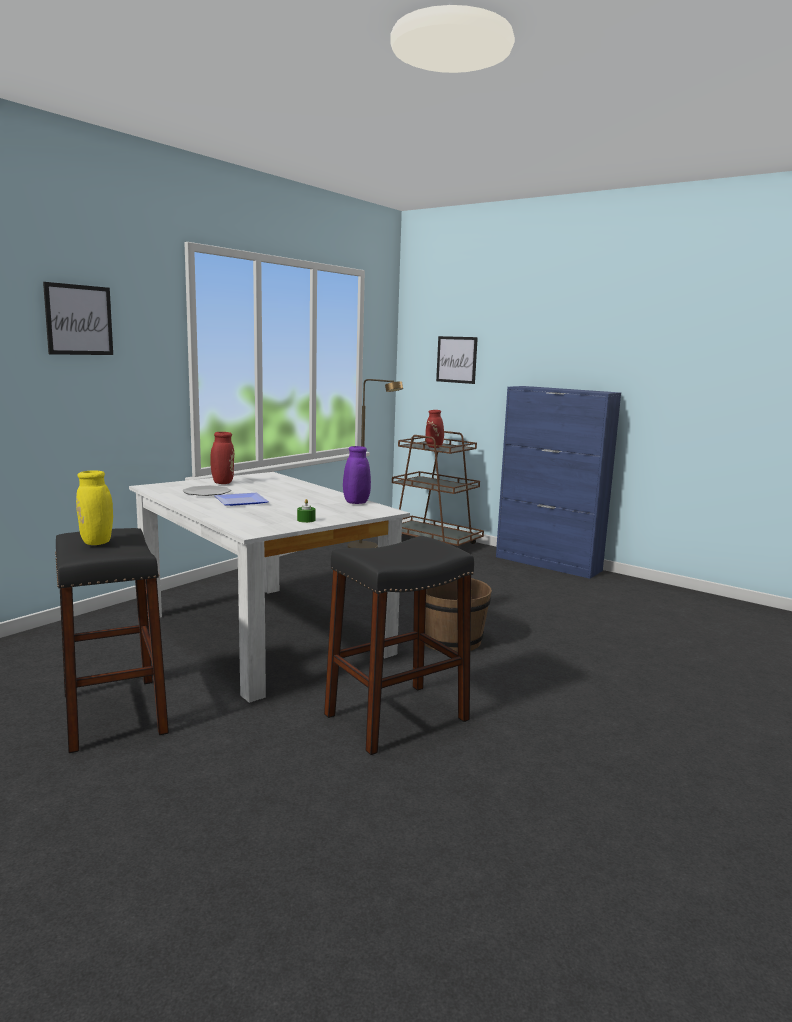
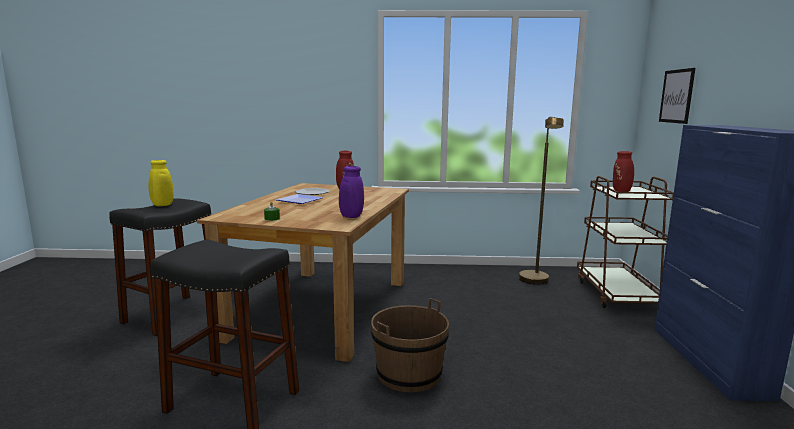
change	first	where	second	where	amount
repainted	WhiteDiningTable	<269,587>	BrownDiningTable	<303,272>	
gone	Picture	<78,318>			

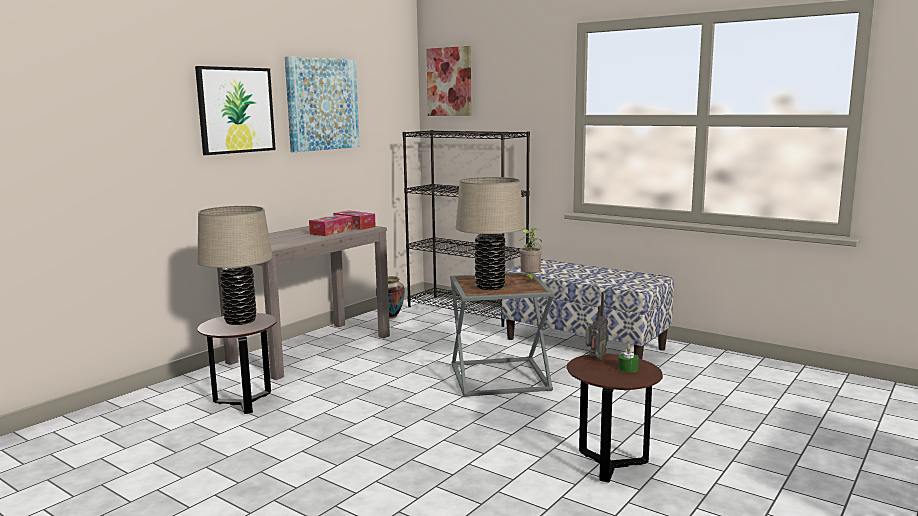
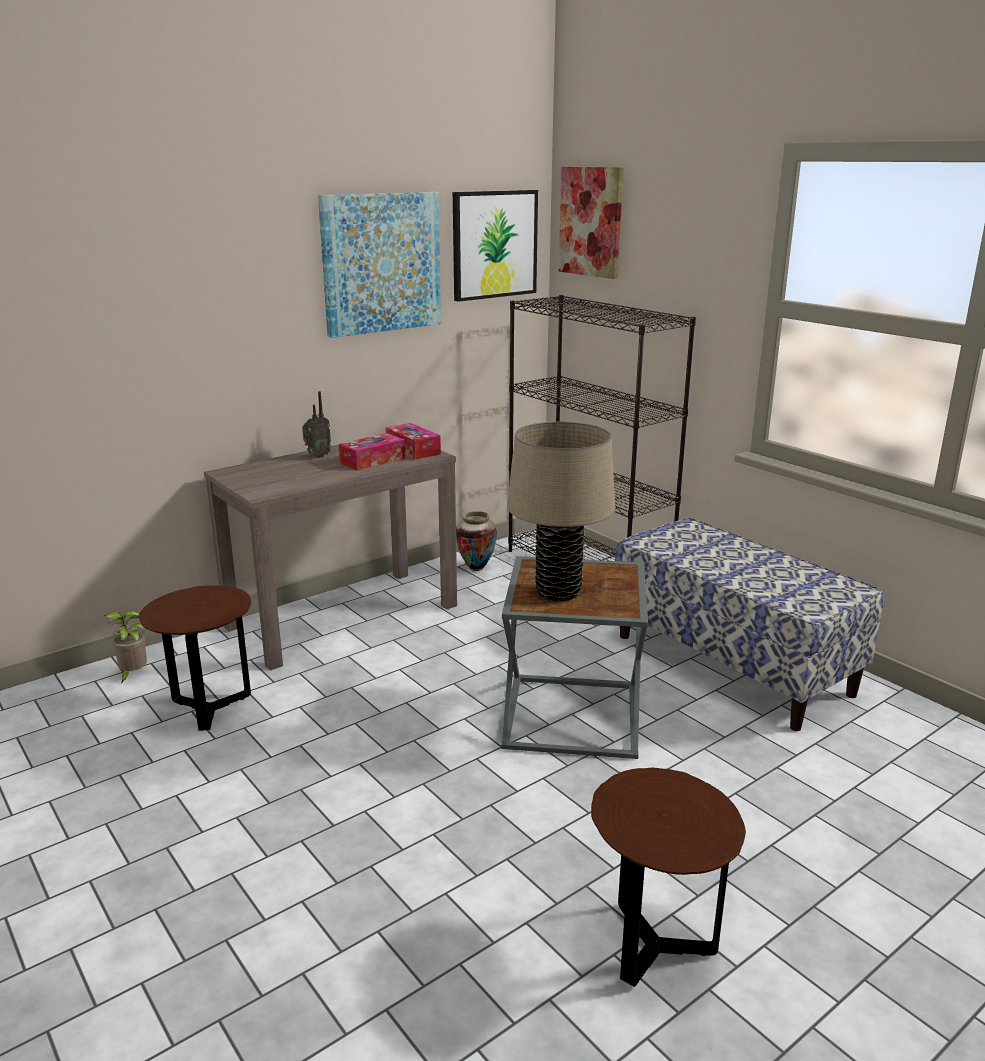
change	first	where	second	where	amount
shifted	PottedPlant	<530,254>		<125,647>	
shifted	Radio	<597,326>		<316,424>	
shifted	Picture	<235,110>		<495,246>	
gone	BeigeTableLamp	<235,265>			
gone	GreenCandle	<628,359>			

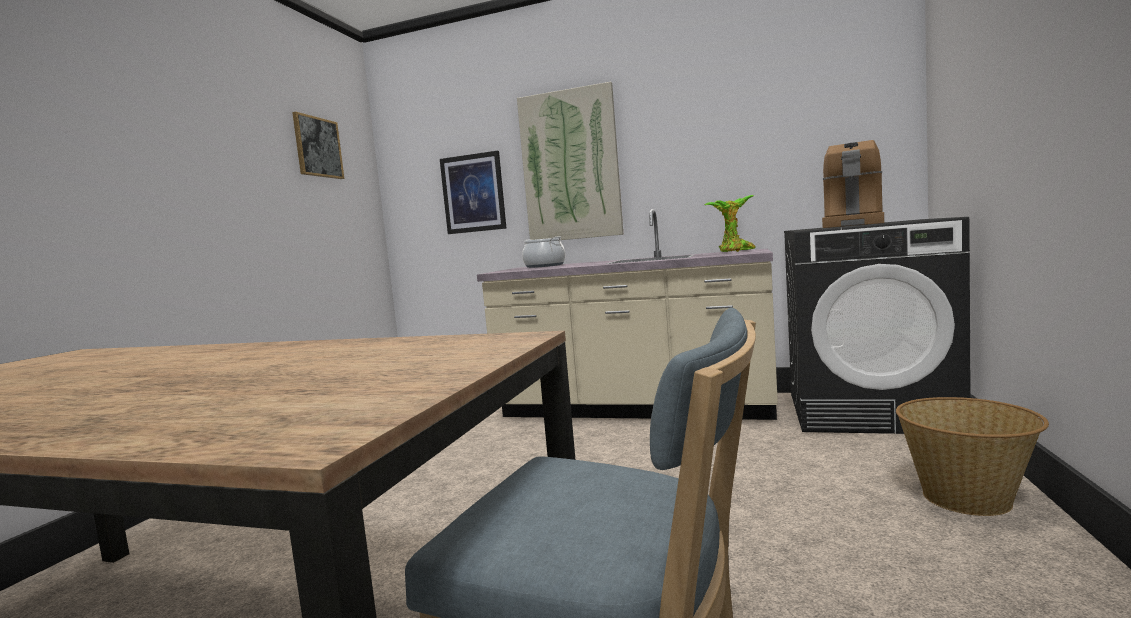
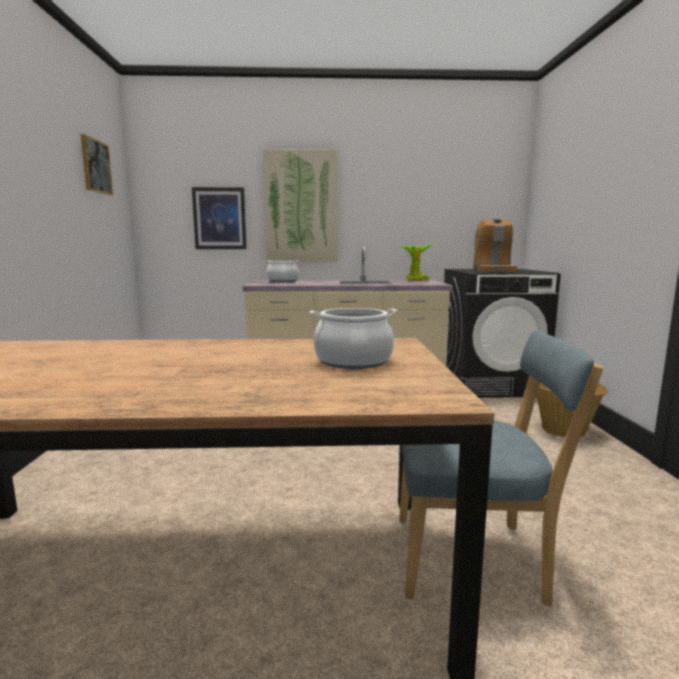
change	first	where	second	where	amount
new			CookingPot	<353,338>	

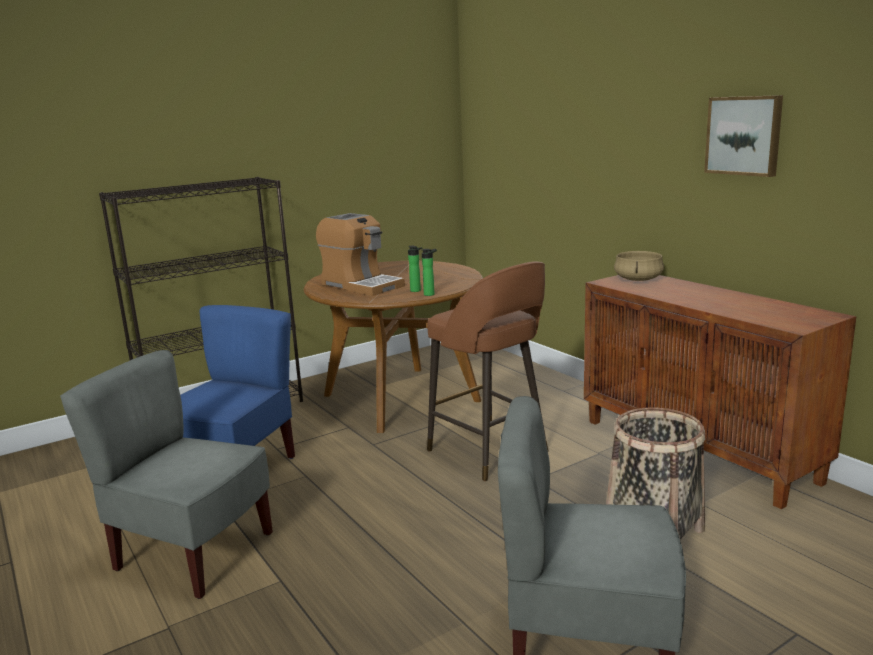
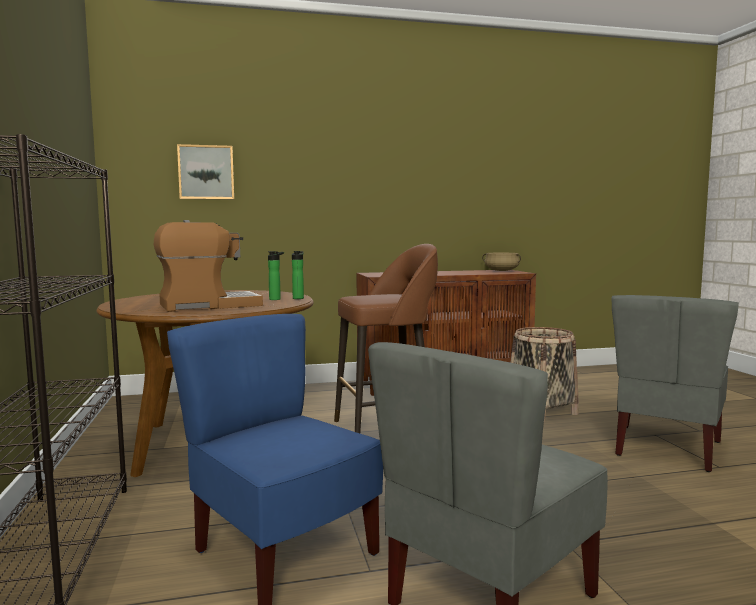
change	first	where	second	where	amount
shifted	Picture	<743,136>		<205,171>	
shifted	BeigeCookingPot	<639,266>		<501,262>	

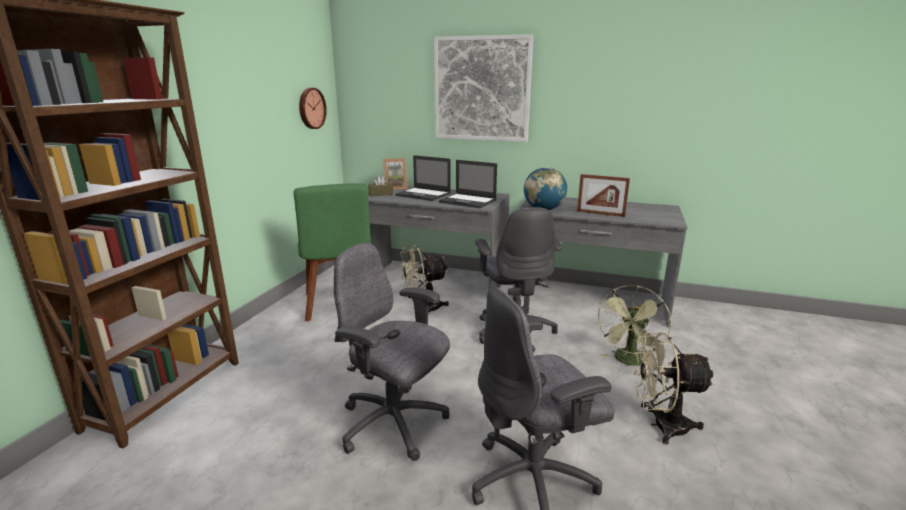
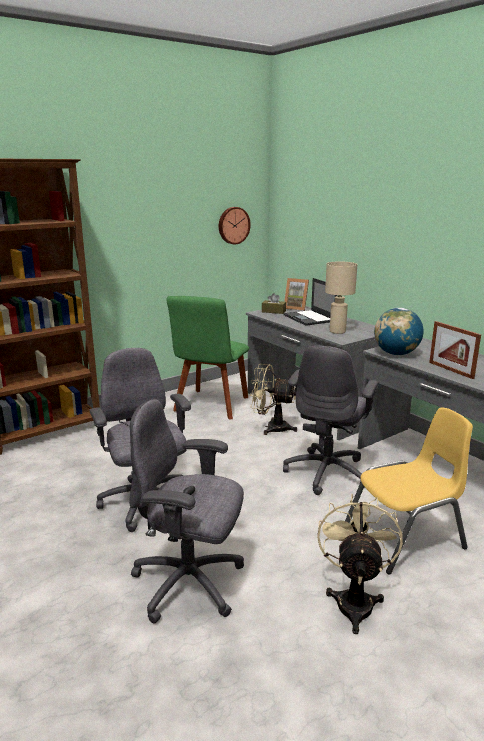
change	first	where	second	where	amount
rotated	BeigeFan	<674,388>		<360,564>	60 degrees clockwise
swapped	Laptop	<468,184>	BeigeTableLamp	<341,297>	
swapped	GreenFan	<633,325>	YellowChair	<409,491>	
gone	Picture	<483,88>			

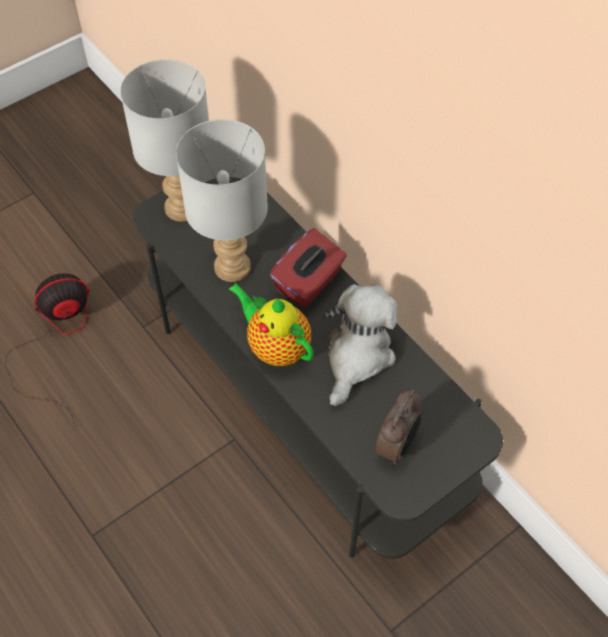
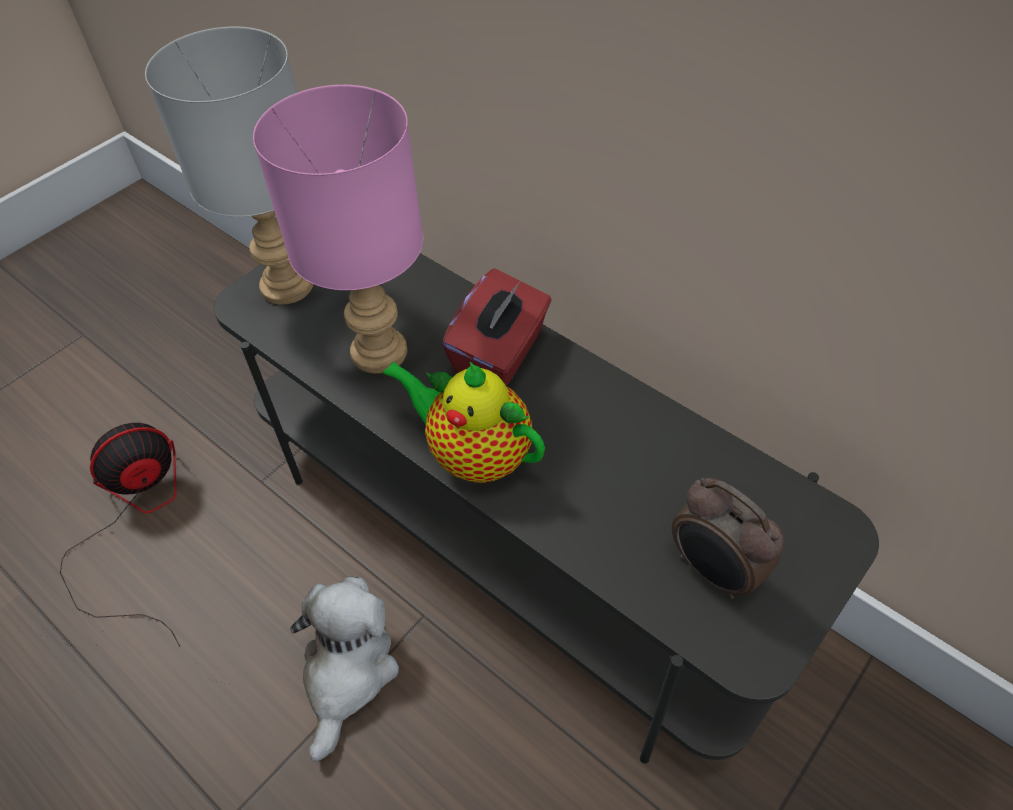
change	first	where	second	where	amount
repainted	GreyTableLamp	<222,200>	PinkTableLamp	<338,229>	
shifted	PlushToy	<361,345>		<344,669>	
rotated	AlarmClock	<398,427>		<728,538>	120 degrees clockwise

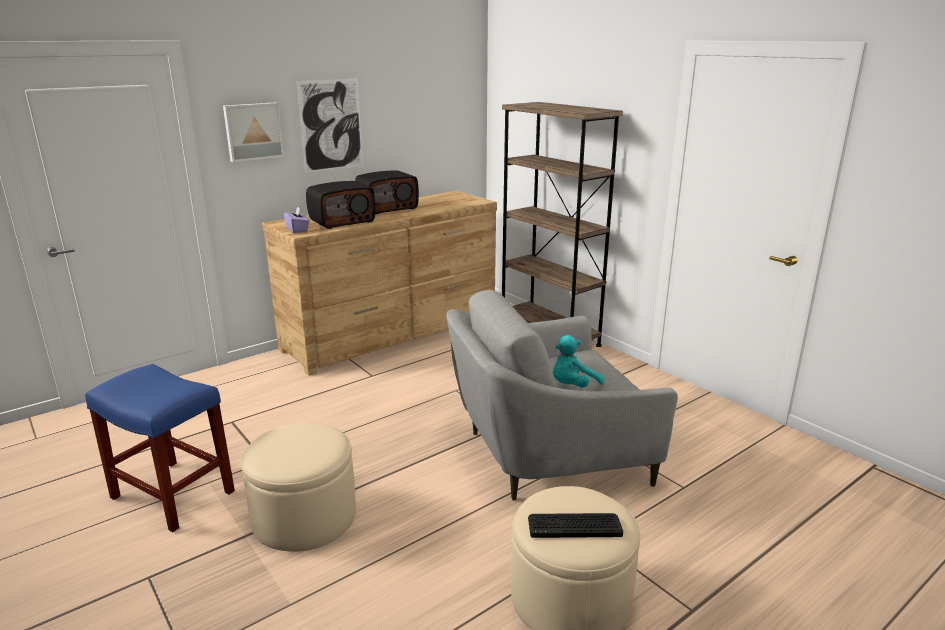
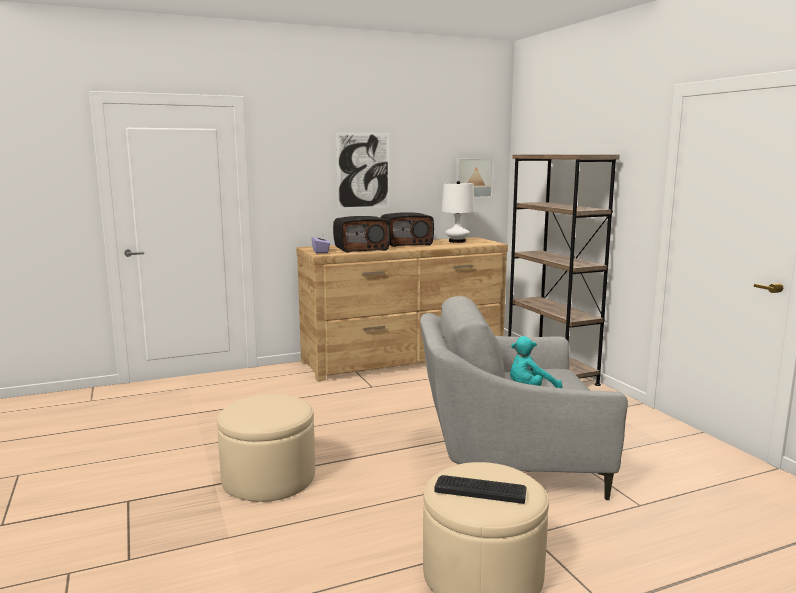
change	first	where	second	where	amount
new			WhiteTableLamp	<457,212>	
shifted	Picture	<253,132>		<475,178>	
gone	BlueStool	<160,448>			

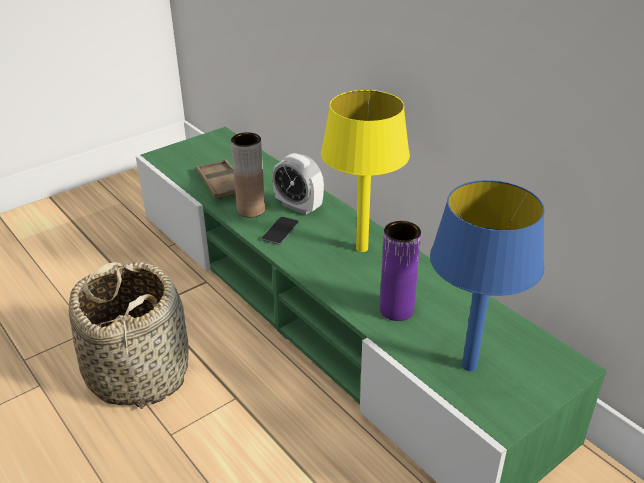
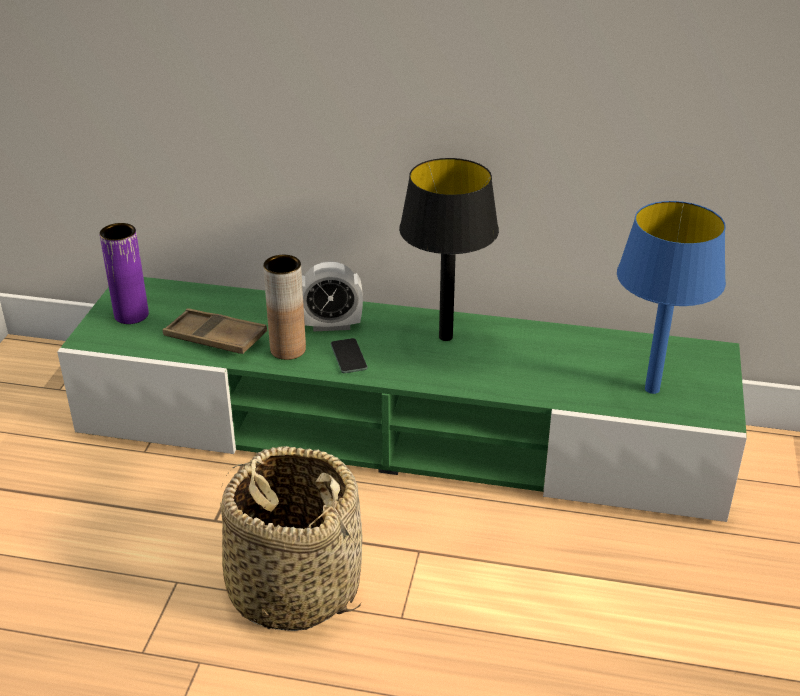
change	first	where	second	where	amount
shifted	PurpleVase	<400,271>		<124,273>	
repainted	YellowTableLamp	<365,171>	BlackTableLamp	<449,249>	

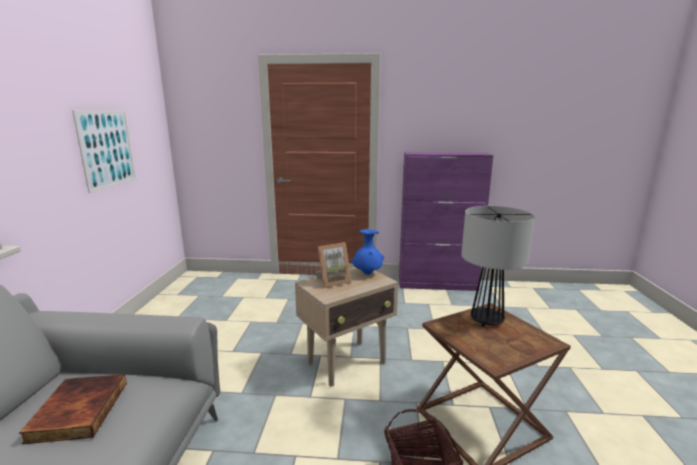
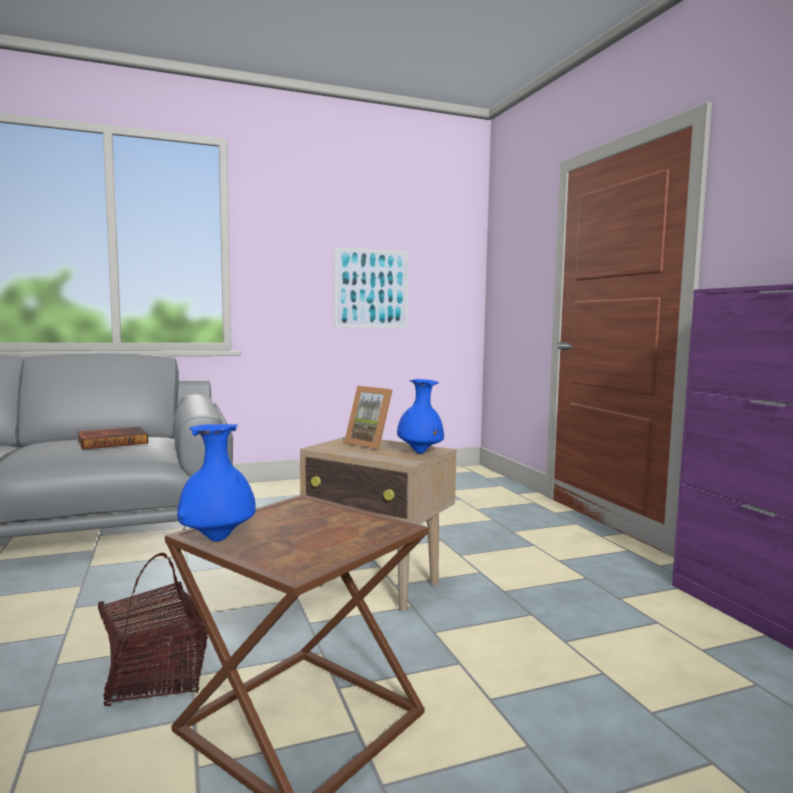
change	first	where	second	where	amount
new			BlueVase	<216,482>	
gone	TableLamp	<498,266>			

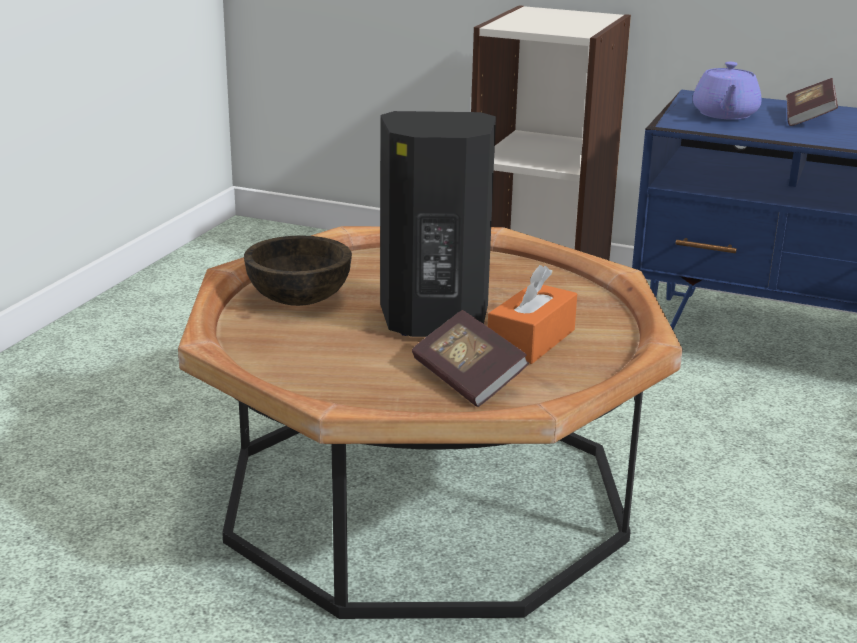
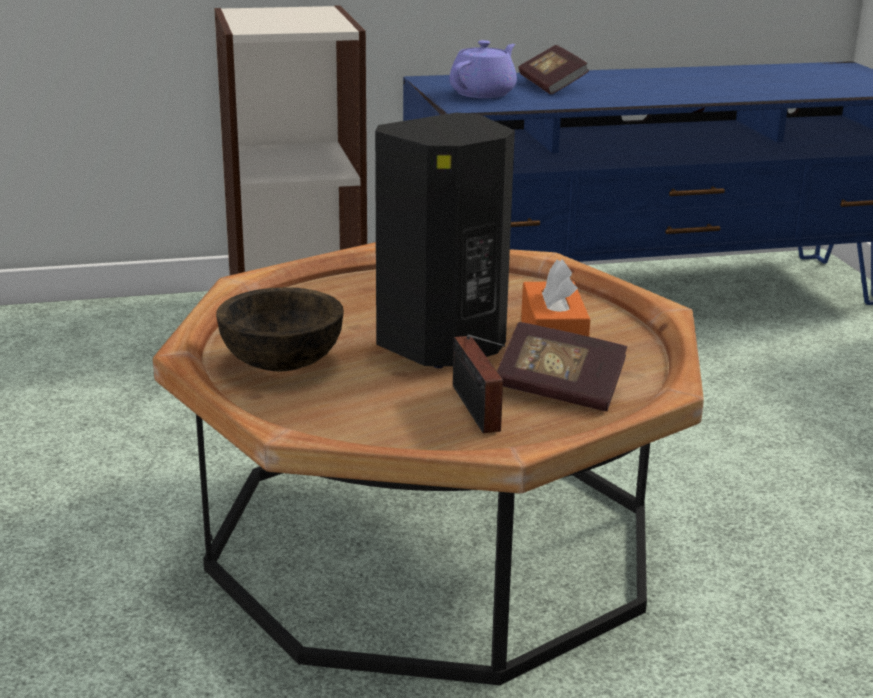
change	first	where	second	where	amount
rotated	PurpleTeapot	<727,91>		<483,69>	120 degrees counterclockwise
new			Radio	<479,384>	

